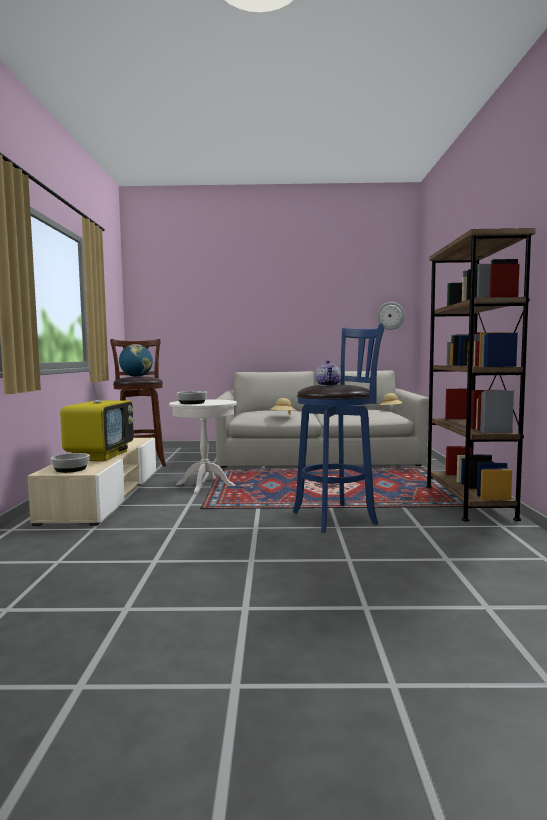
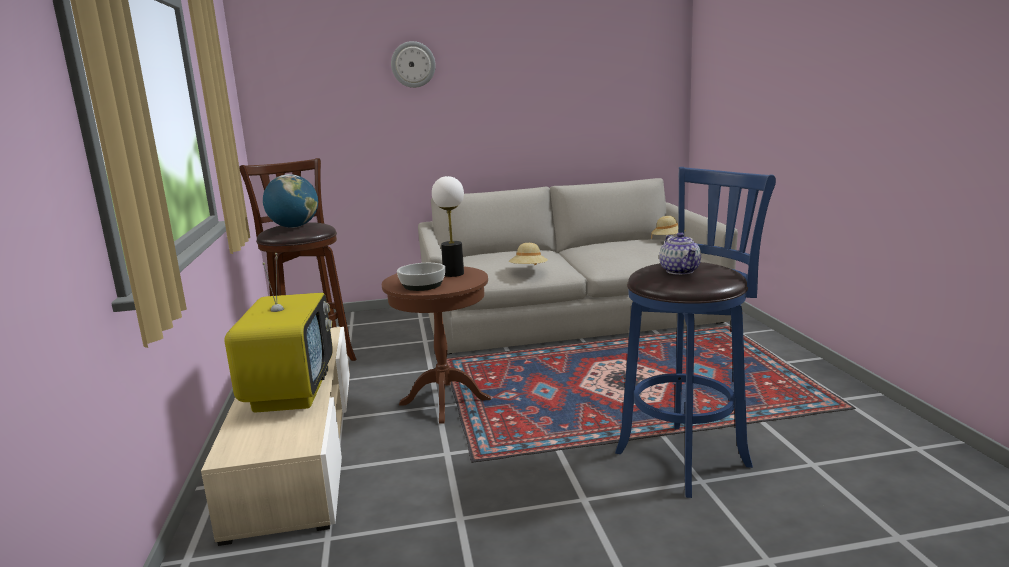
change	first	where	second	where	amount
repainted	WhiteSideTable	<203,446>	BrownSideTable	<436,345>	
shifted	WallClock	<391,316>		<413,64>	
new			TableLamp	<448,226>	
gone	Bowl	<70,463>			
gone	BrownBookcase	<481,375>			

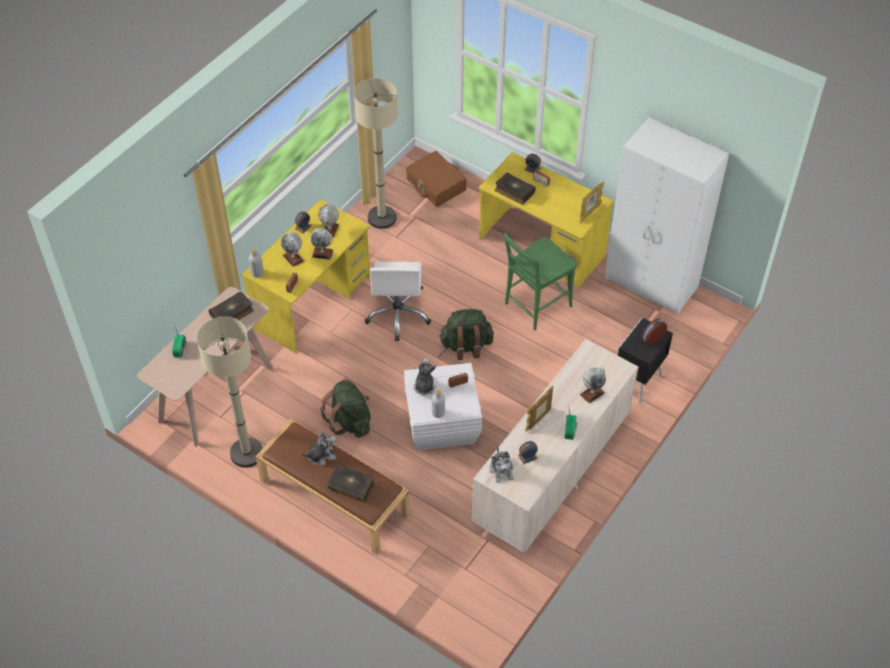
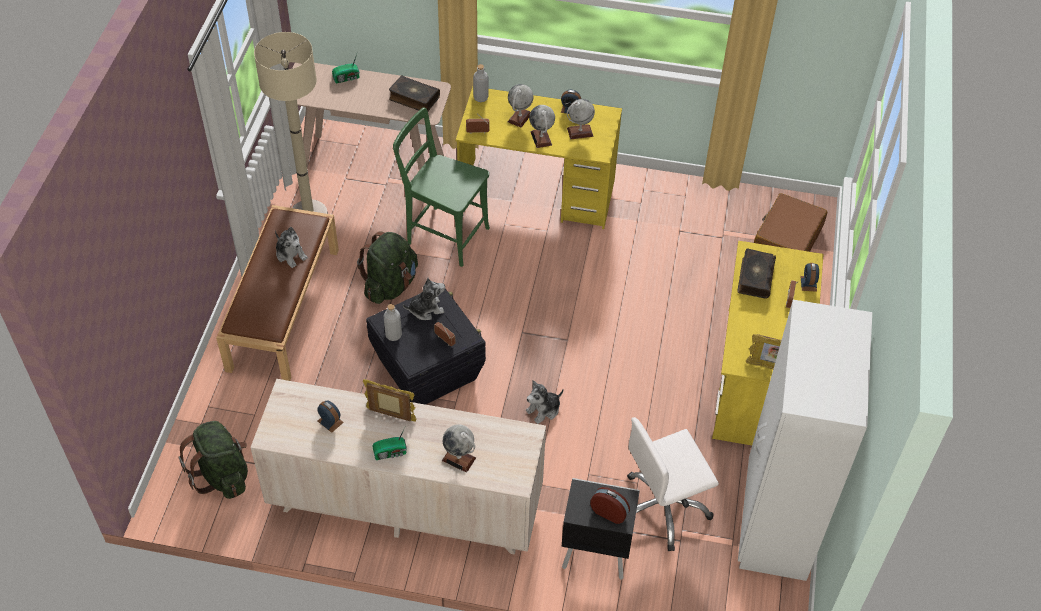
change	first	where	second	where	amount
shifted	GreenBackpack	<466,334>		<213,460>	
repainted	WhiteStorageBox	<443,406>	BlackStorageBox	<426,347>	
shifted	GreenChair	<540,281>		<441,187>	
shifted	PlushToy	<501,464>		<545,402>	
shifted	WhiteOfficeChair	<398,301>		<673,484>	
gone	Book	<351,483>			
gone	BeigeFloorLamp	<376,153>			

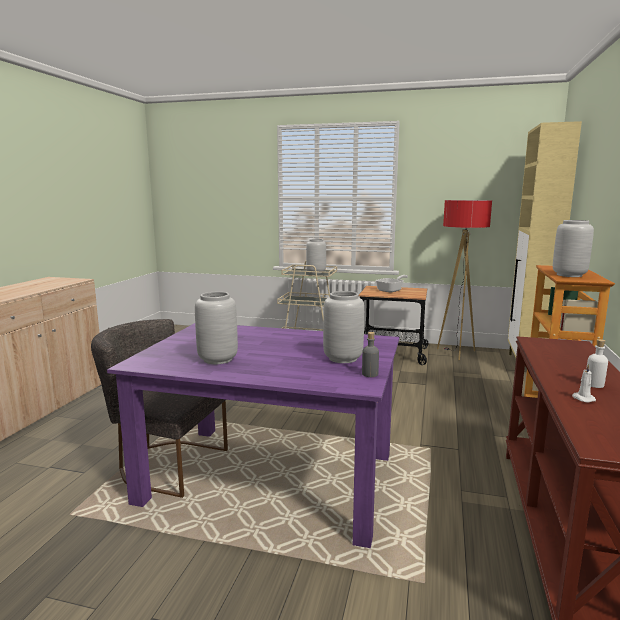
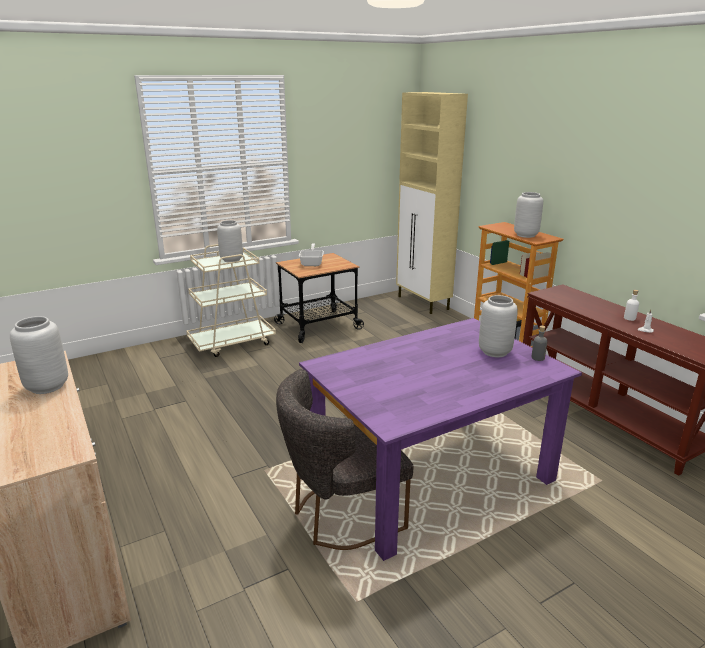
change	first	where	second	where	amount
shifted	GreyVase	<216,328>		<39,355>	
gone	FloorLamp	<464,280>			

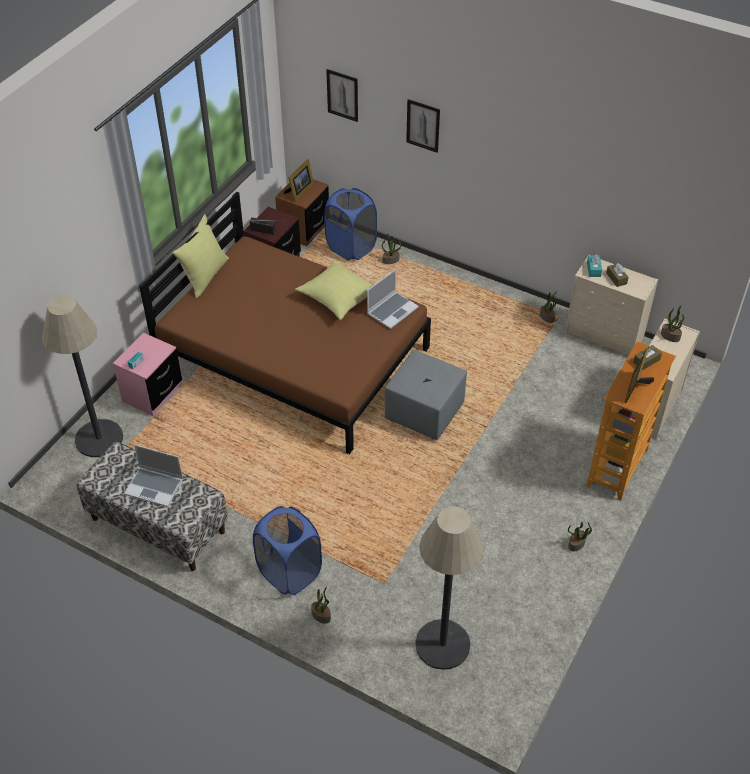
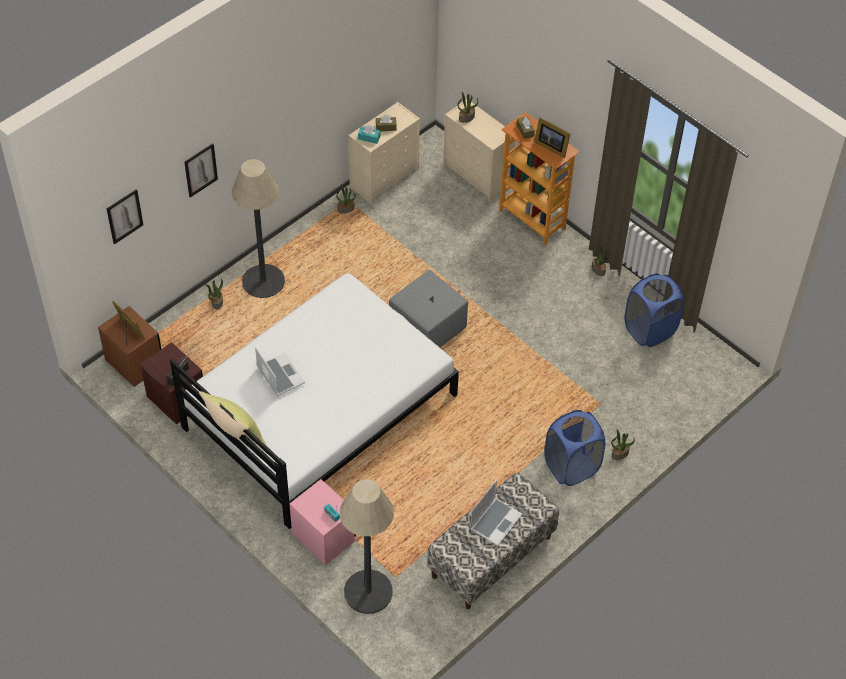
change	first	where	second	where	amount
repainted	BrownBed	<285,323>	WhiteBed	<314,401>	
shifted	FloorLamp	<449,588>		<258,228>	
shifted	Laptop	<393,299>		<280,371>	
shifted	BlueLaundryBasket	<350,224>		<654,310>	
gone	YellowPillow	<334,290>			

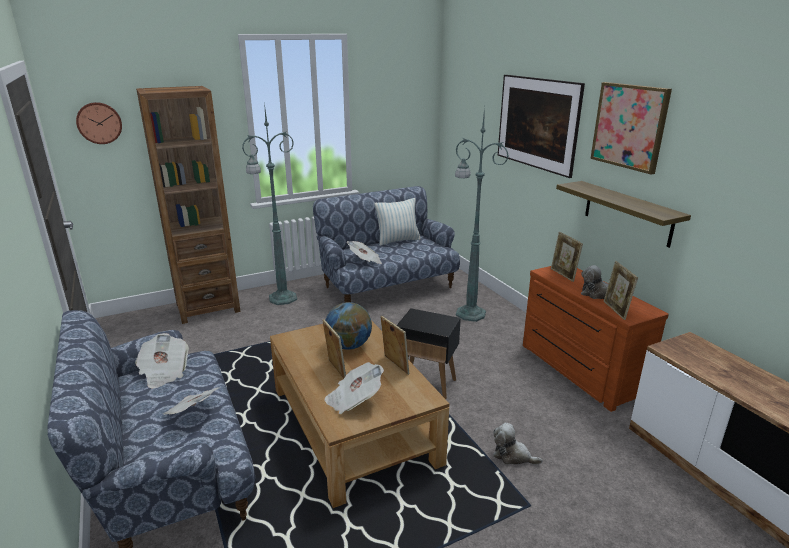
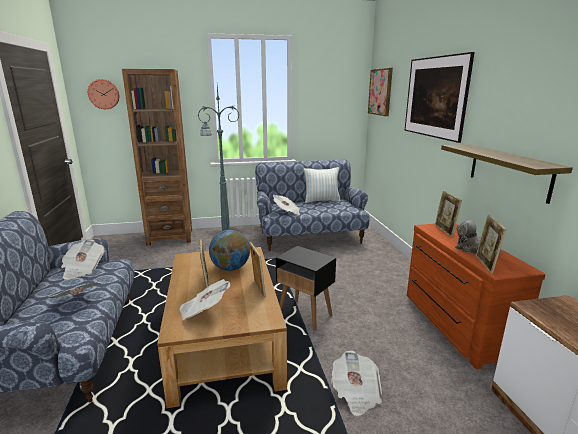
change	first	where	second	where	amount
swapped	PlushToy	<518,444>	Newspaper	<356,383>	
shifted	Picture	<631,128>		<380,92>	
gone	GreenFloorLamp	<482,214>			

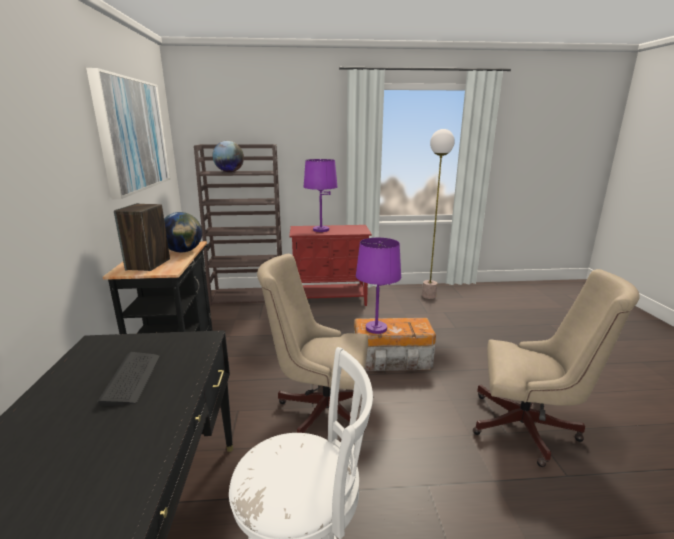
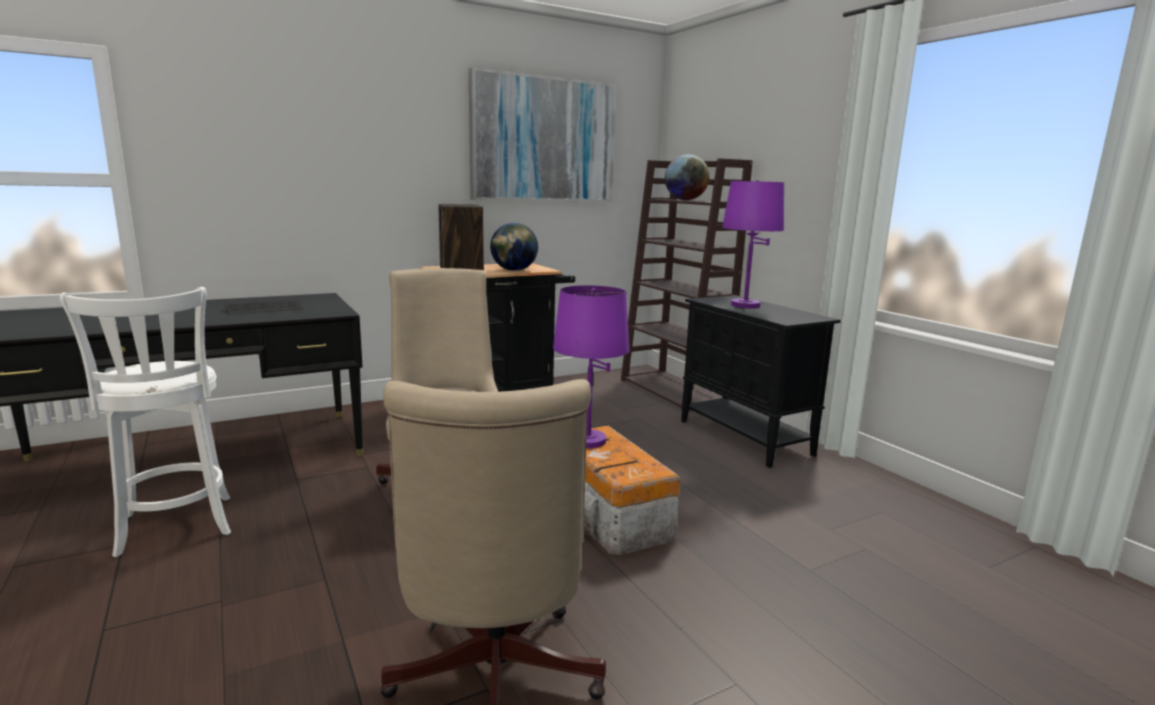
change	first	where	second	where	amount
repainted	RedCabinet	<330,265>	BlackCabinet	<761,381>	
gone	FloorLamp	<438,214>			

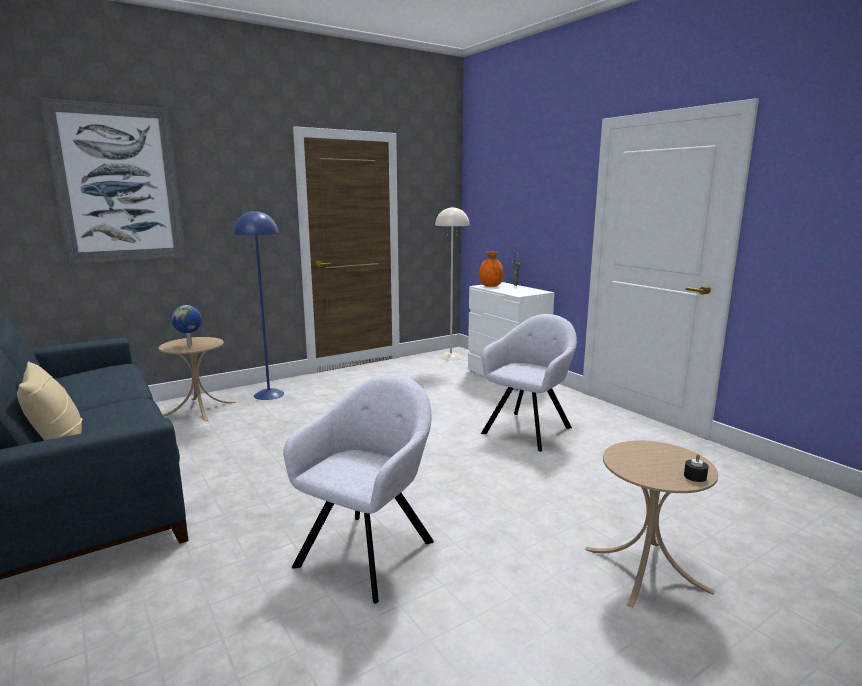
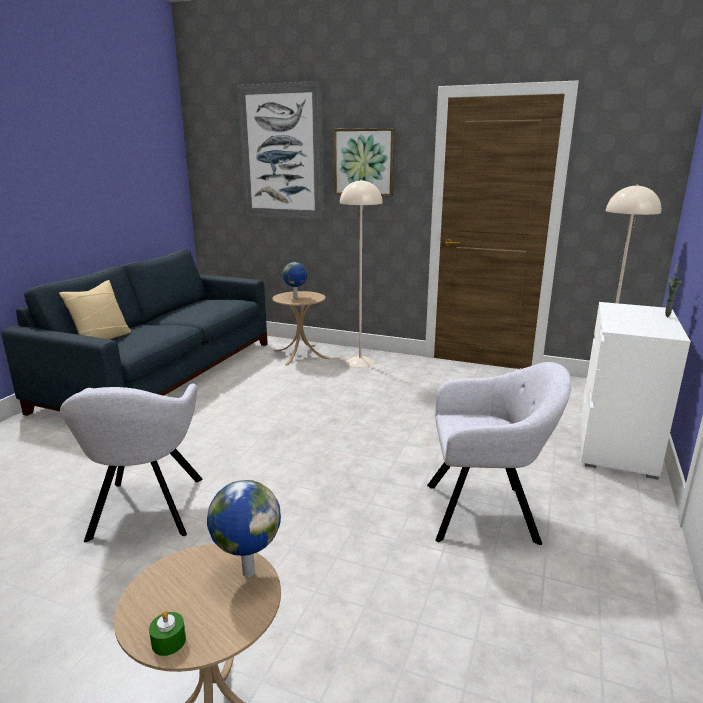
change	first	where	second	where	amount
rotated	GreyArmchair	<358,489>		<131,463>	90 degrees clockwise
repainted	BlackCandle	<696,468>	GreenCandle	<167,633>	
new			Globe	<244,528>	
new			Picture	<364,162>	
repainted	BlueFloorLamp	<258,305>	BeigeFloorLamp	<361,273>	
gone	OrangeVase	<491,269>			

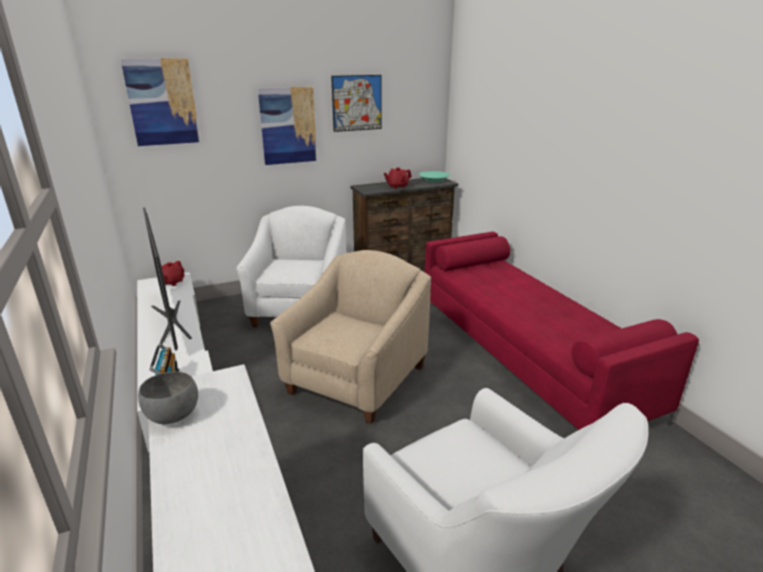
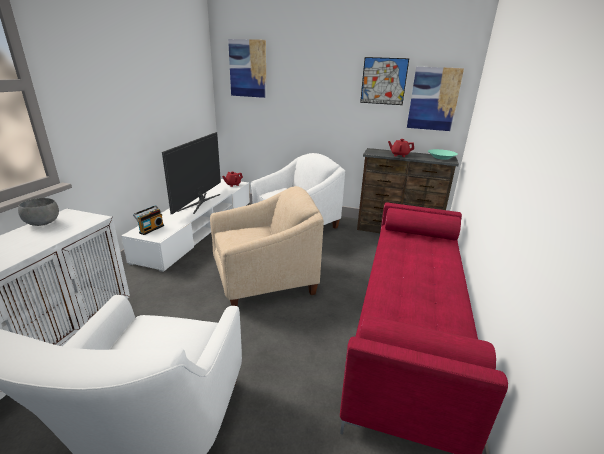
change	first	where	second	where	amount
shifted	Picture	<287,126>		<435,99>	

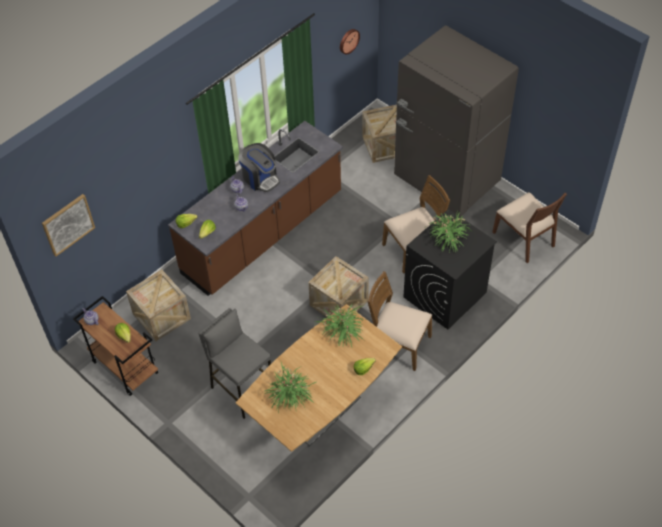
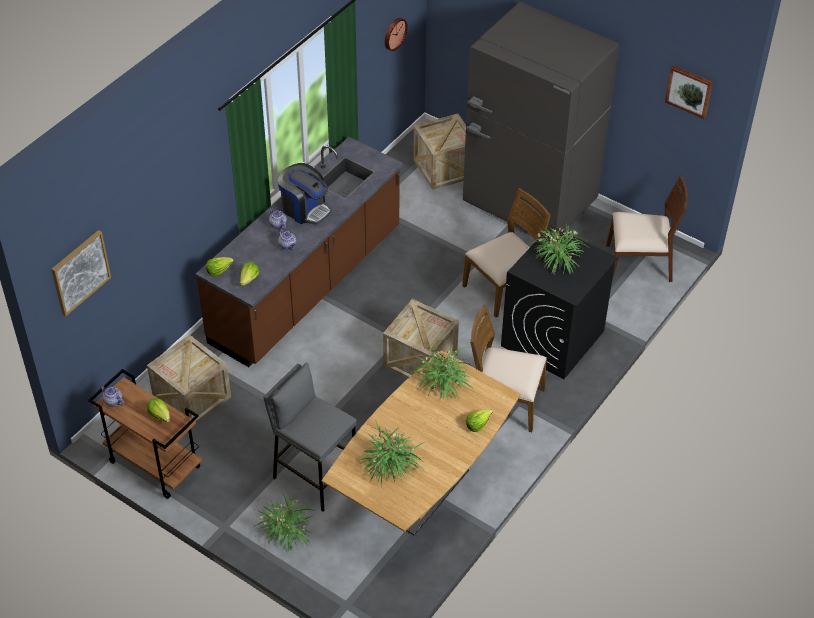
change	first	where	second	where	amount
new			PottedPlant	<285,523>	
rotated	BrownChair	<529,227>		<647,228>	45 degrees counterclockwise
new			Picture	<689,92>	

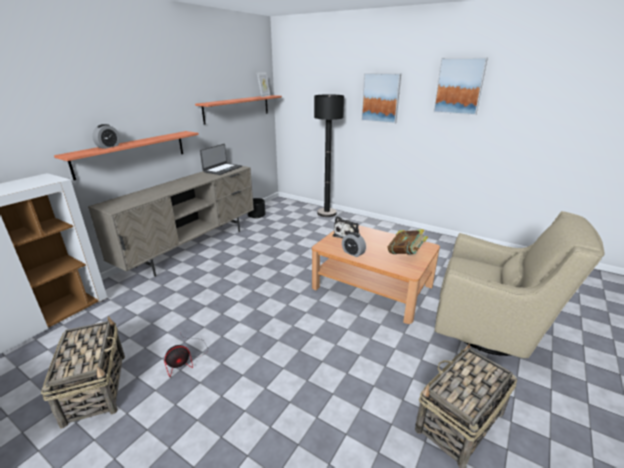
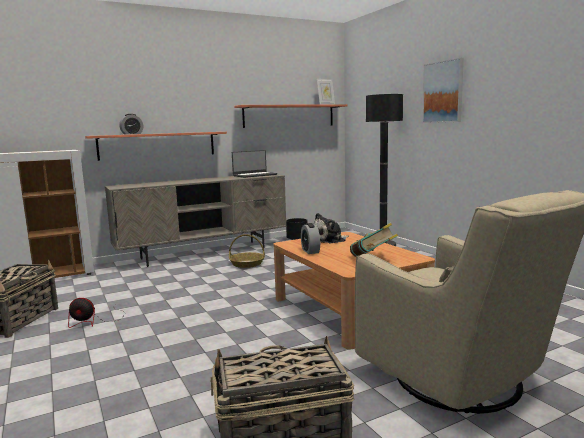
change	first	where	second	where	amount
new			Basket	<247,251>	
gone	Picture	<460,86>			

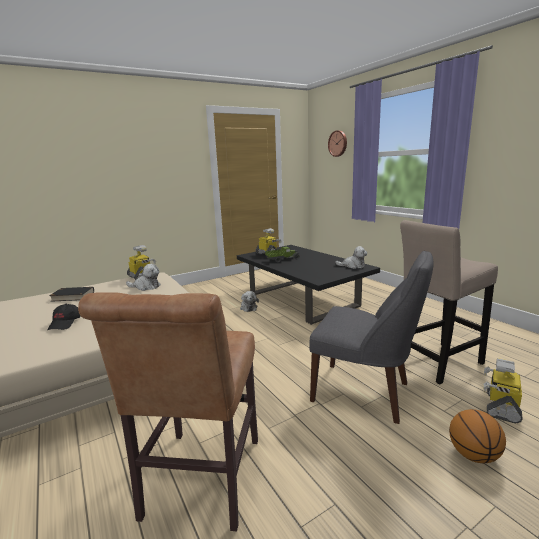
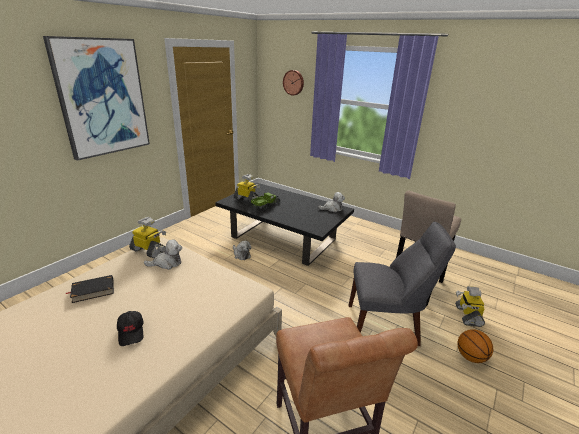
change	first	where	second	where	amount
new			Picture	<96,98>	

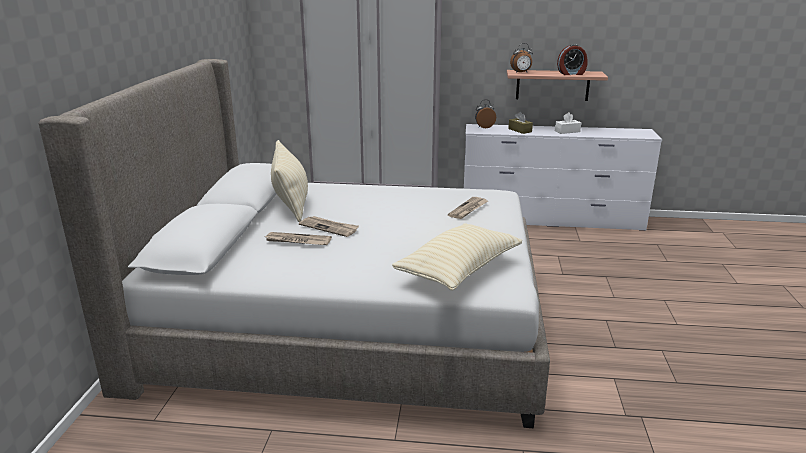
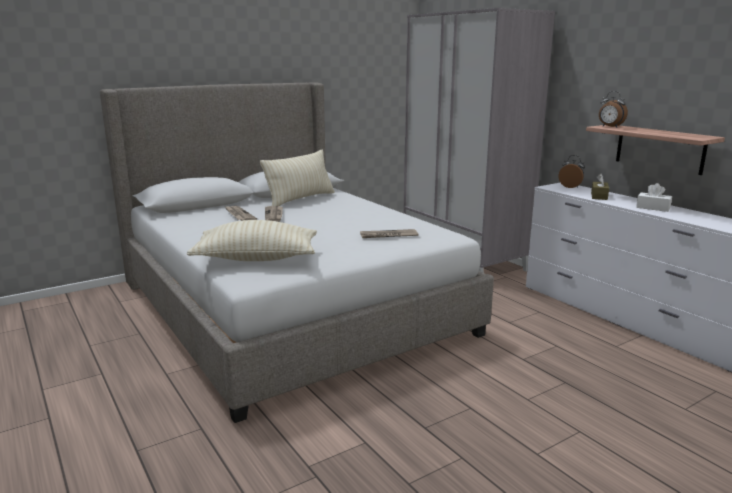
change	first	where	second	where	amount
gone	AlarmClock	<572,59>			

